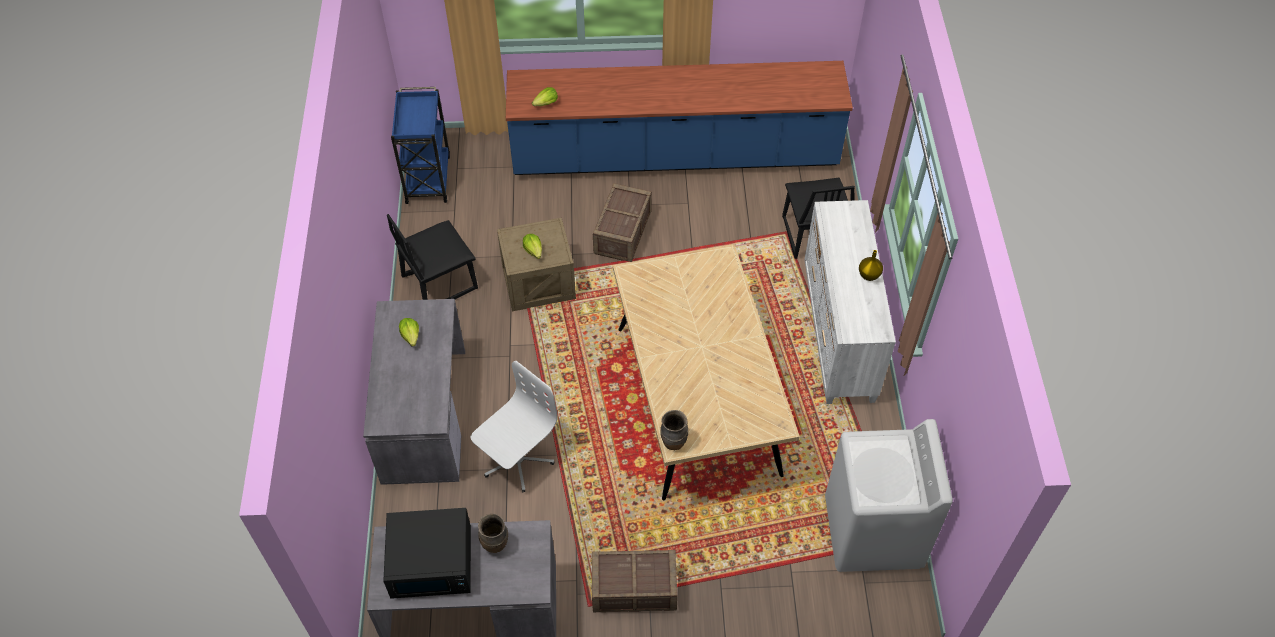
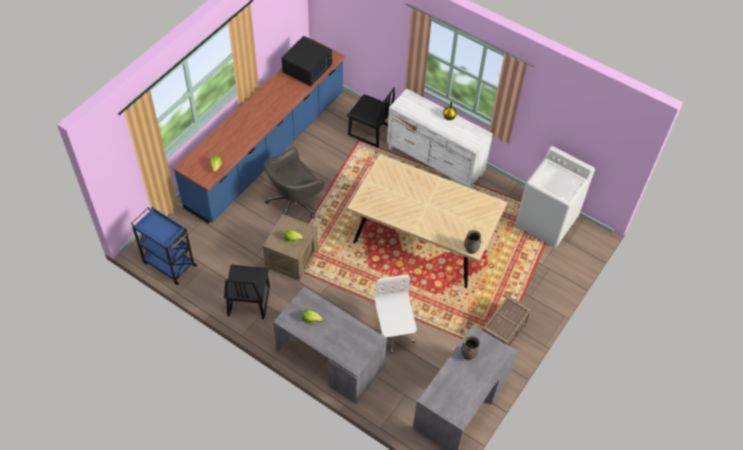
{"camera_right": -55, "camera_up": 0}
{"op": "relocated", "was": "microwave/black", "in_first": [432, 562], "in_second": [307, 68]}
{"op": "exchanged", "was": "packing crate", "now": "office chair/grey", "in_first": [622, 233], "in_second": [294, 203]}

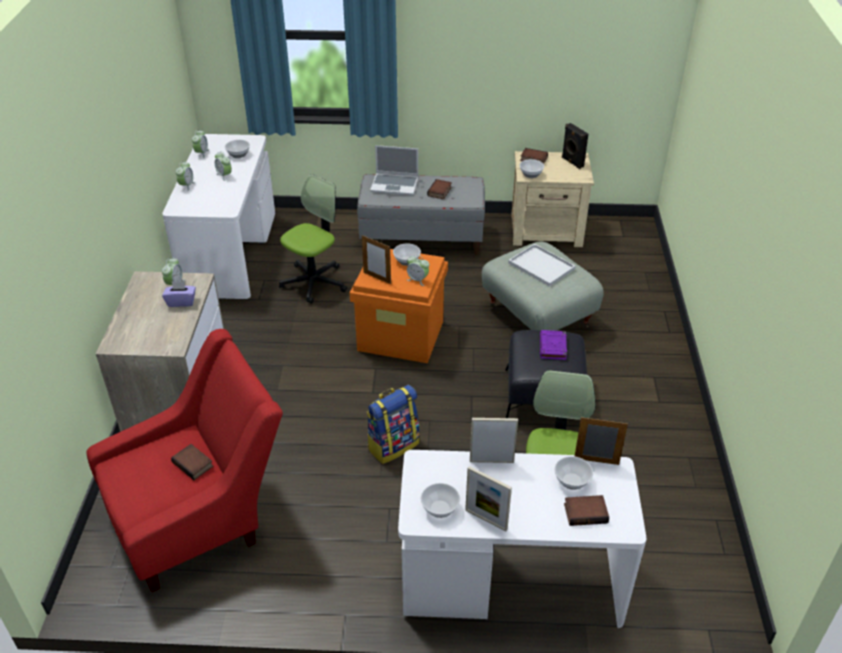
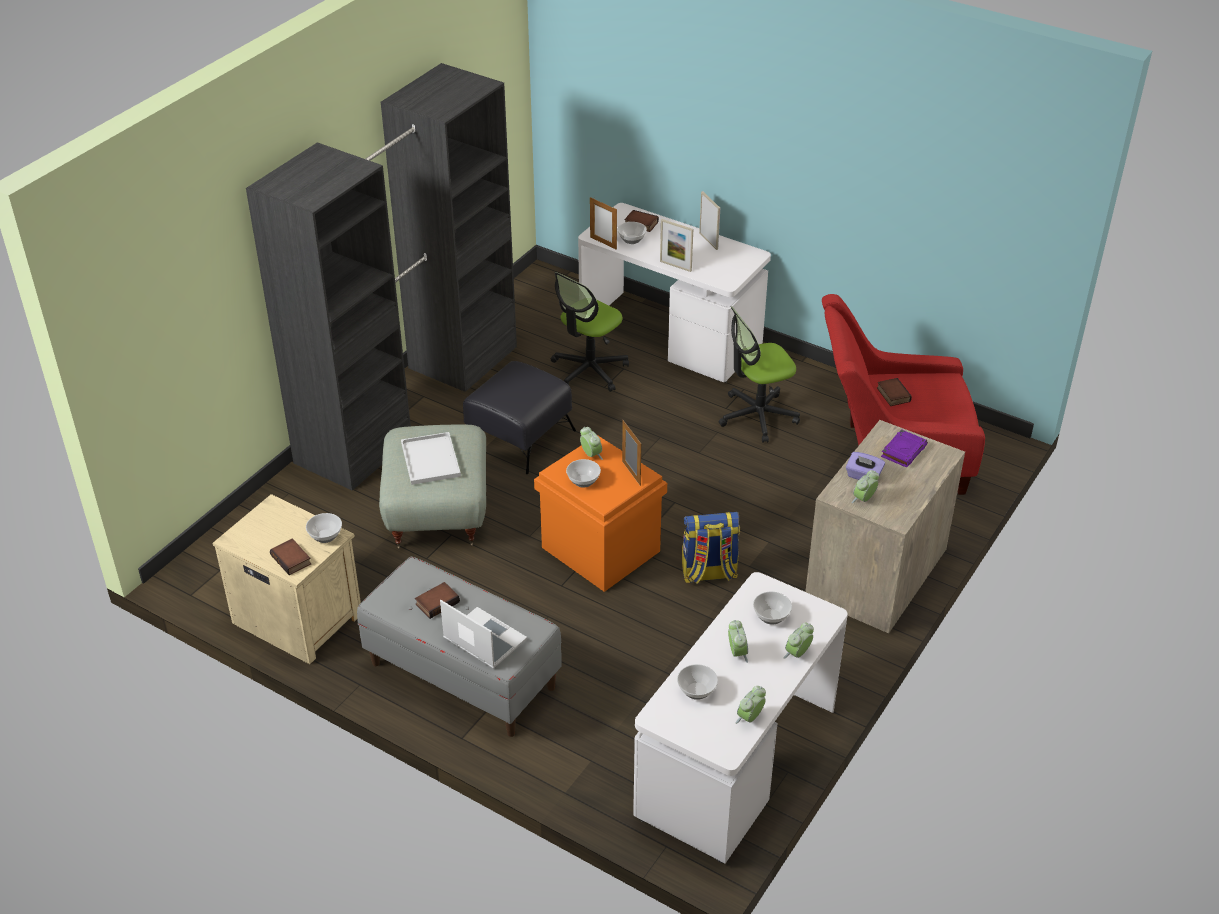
{"camera_right": -150, "camera_up": 0}
{"op": "relocated", "was": "office chair", "in_first": [314, 282], "in_second": [757, 416]}
{"op": "relocated", "was": "backpack", "in_first": [393, 445], "in_second": [708, 573]}
{"op": "relocated", "was": "serving bowl", "in_first": [439, 509], "in_second": [772, 616]}
{"op": "relocated", "was": "bound book/purple", "in_first": [553, 347], "in_second": [903, 451]}
{"op": "missing", "was": "speaker/black", "in_first": [572, 162]}
{"op": "appeared", "now": "wardrobe/black", "in_second": [411, 401]}

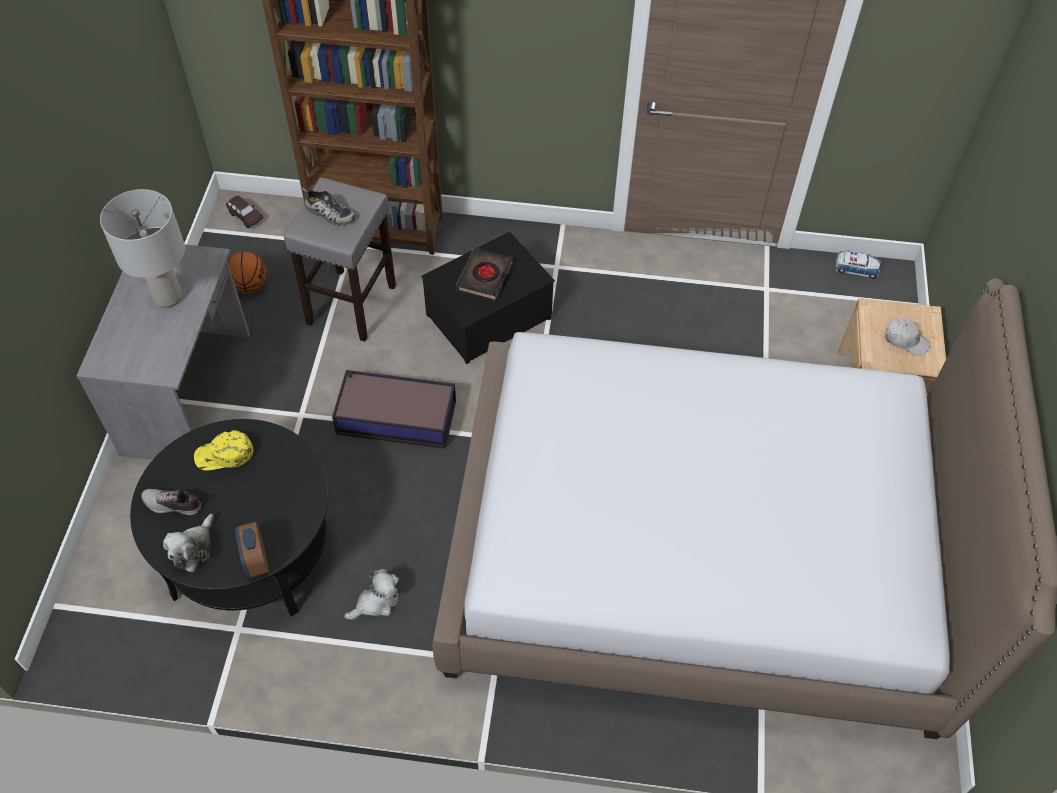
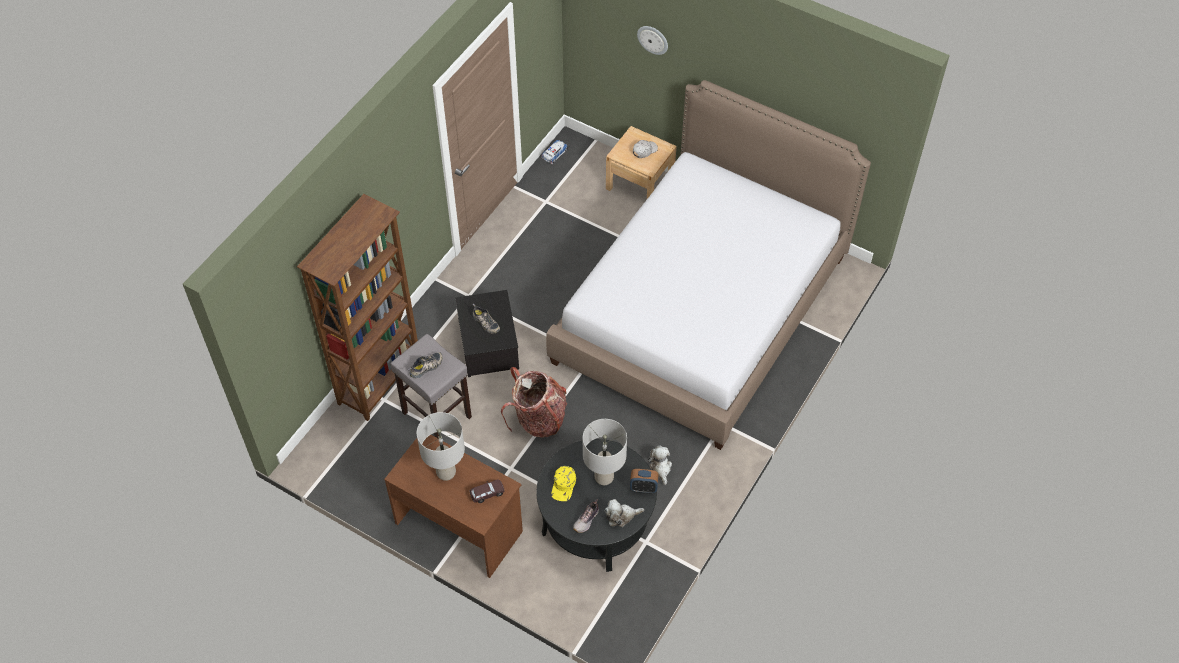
{"camera_right": -65, "camera_up": 0}
{"op": "colour", "was": "desk table/grey", "now": "desk table/brownish", "in_first": [189, 392], "in_second": [459, 526]}
{"op": "spun", "was": "soft toy", "in_first": [194, 549], "in_second": [621, 516], "clockwise": 120}
{"op": "relocated", "was": "model car/brownish", "in_first": [245, 216], "in_second": [487, 493]}
{"op": "missing", "was": "ball for basketball", "in_first": [249, 286]}
{"op": "exchanged", "was": "storage bin", "now": "backpack", "in_first": [395, 416], "in_second": [538, 419]}
{"op": "exchanged", "was": "bound book/black", "now": "item of footwear", "in_first": [485, 277], "in_second": [485, 322]}
{"op": "appeared", "now": "lamp for a table/grey", "in_second": [604, 477]}
{"op": "appeared", "now": "clock on the wall", "in_second": [653, 39]}

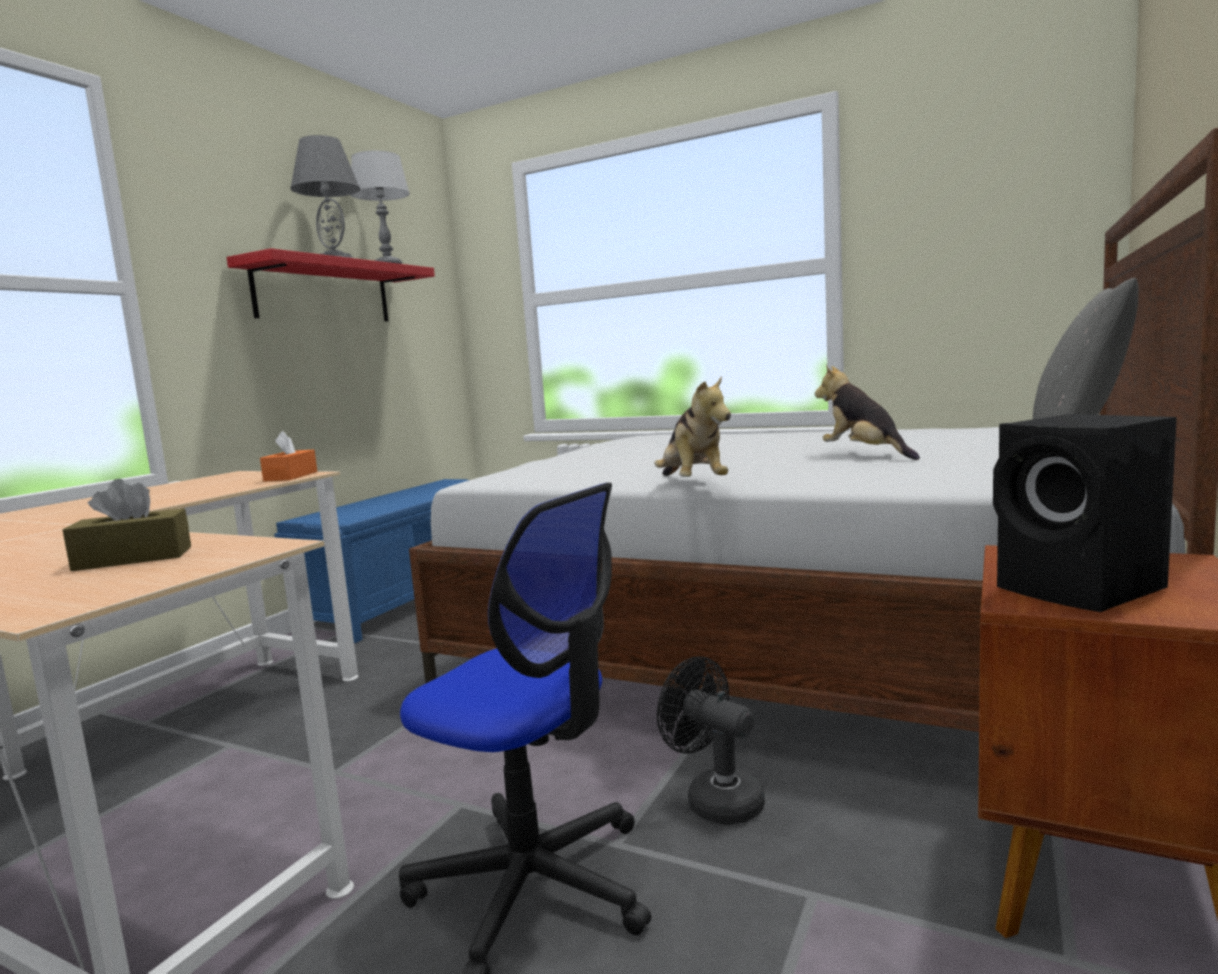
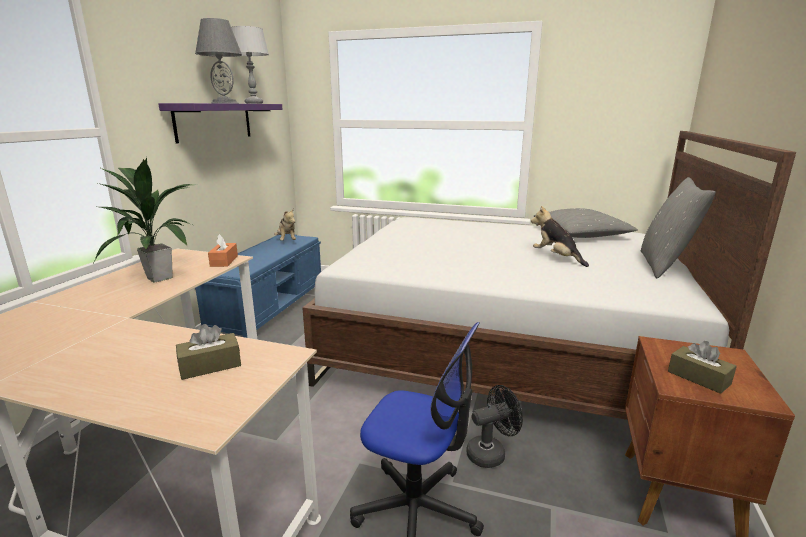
{"camera_right": -10, "camera_up": 10}
{"op": "colour", "was": "shelf/red-coloured", "now": "shelf/purple", "in_first": [323, 293], "in_second": [214, 121]}
{"op": "relocated", "was": "soft toy", "in_first": [692, 484], "in_second": [287, 241]}
{"op": "spun", "was": "cooling fan/black", "in_first": [715, 799], "in_second": [491, 453], "clockwise": 120}
{"op": "exchanged", "was": "speaker/black", "now": "box of tissues/brownish", "in_first": [1084, 590], "in_second": [698, 378]}
{"op": "appeared", "now": "plant in a pot", "in_second": [159, 277]}
{"op": "appeared", "now": "throw pillow/grey", "in_second": [581, 234]}

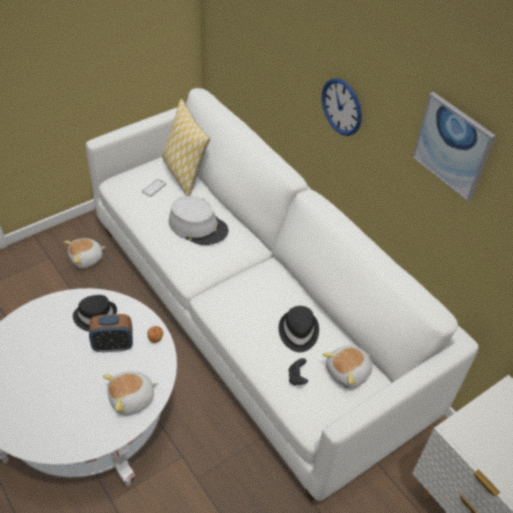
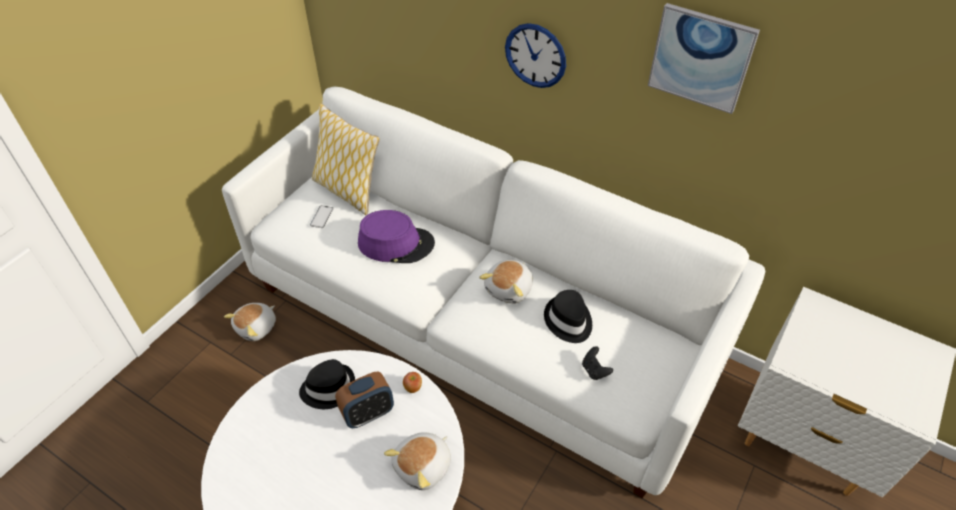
{"camera_right": -20, "camera_up": 0}
{"op": "colour", "was": "clothing hat/grey", "now": "clothing hat/purple", "in_first": [198, 226], "in_second": [396, 243]}
{"op": "relocated", "was": "soft toy", "in_first": [348, 373], "in_second": [510, 289]}

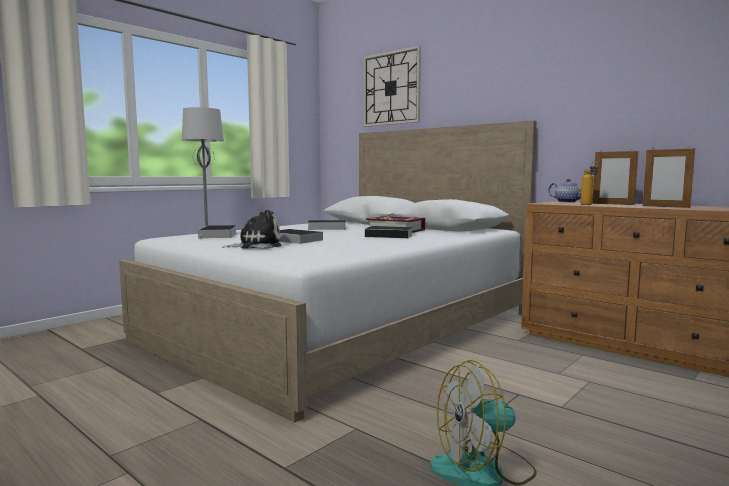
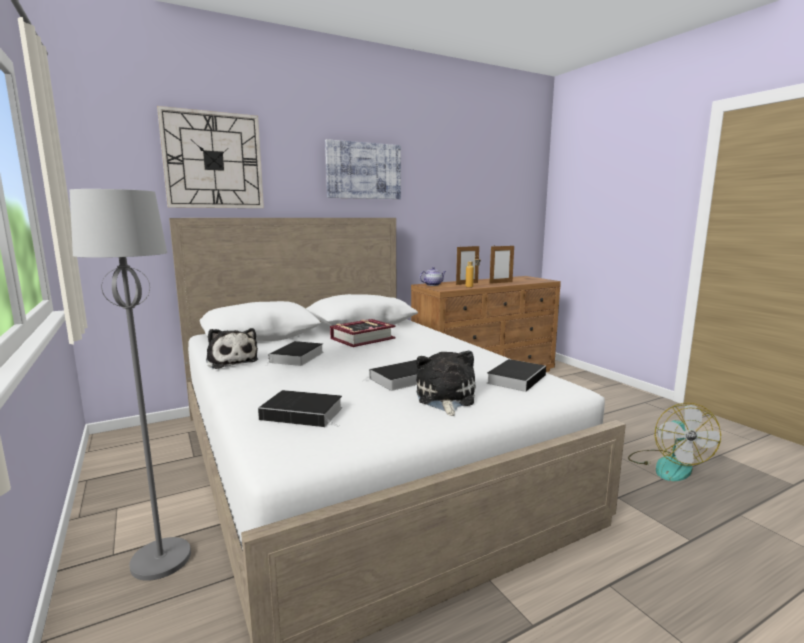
{"camera_right": -70, "camera_up": 5}
{"op": "relocated", "was": "bound book", "in_first": [391, 236], "in_second": [516, 378]}
{"op": "appeared", "now": "soft toy", "in_second": [231, 361]}
{"op": "appeared", "now": "wall picture", "in_second": [363, 171]}

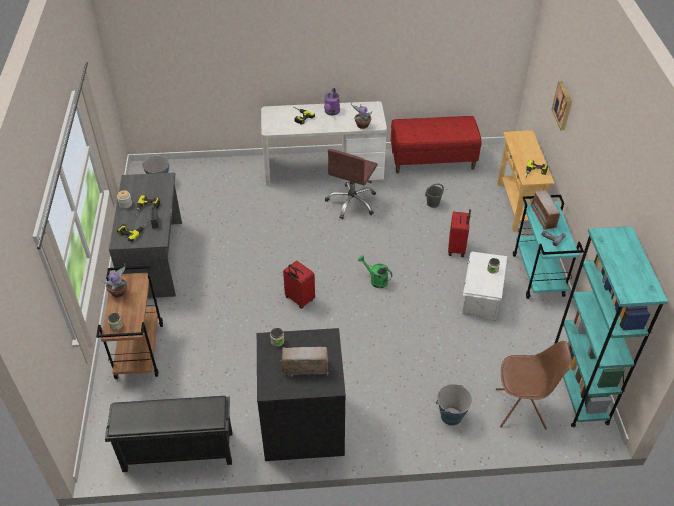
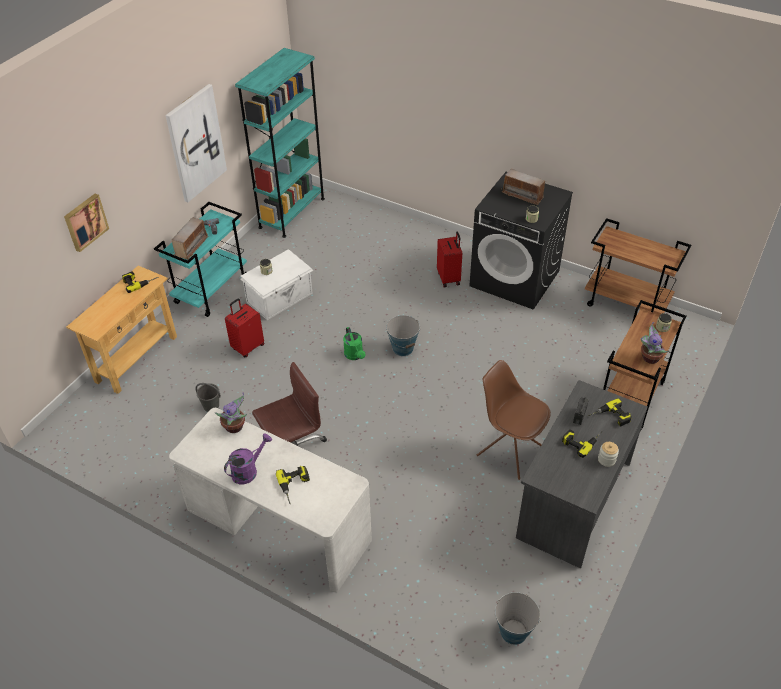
{"camera_right": -145, "camera_up": 0}
{"op": "exchanged", "was": "shoe shelf/black", "now": "wheeled cart/brownish", "in_first": [177, 452], "in_second": [626, 304]}
{"op": "relocated", "was": "suitcase/red-coloured", "in_first": [299, 299], "in_second": [449, 278]}
{"op": "missing", "was": "bench/red-coloured", "in_first": [432, 160]}
{"op": "relocated", "was": "bucket", "in_first": [451, 416], "in_second": [403, 348]}
{"op": "relocated", "was": "upright chair/brownish", "in_first": [522, 409], "in_second": [509, 450]}
{"op": "appeared", "now": "wall picture", "in_second": [195, 143]}

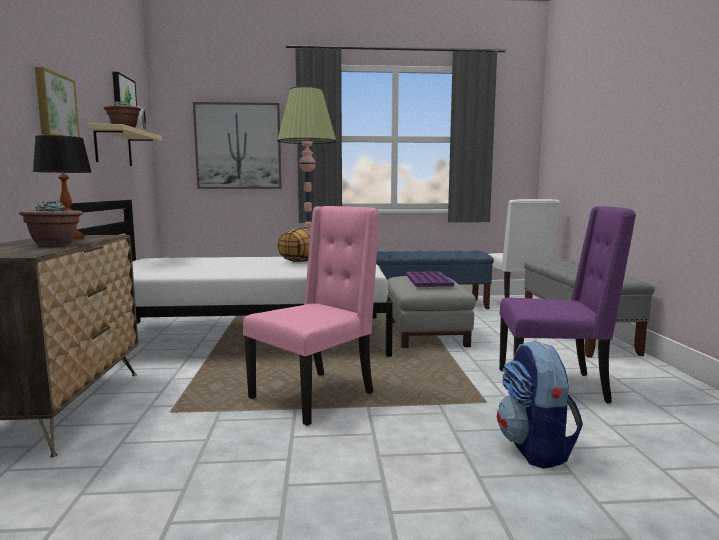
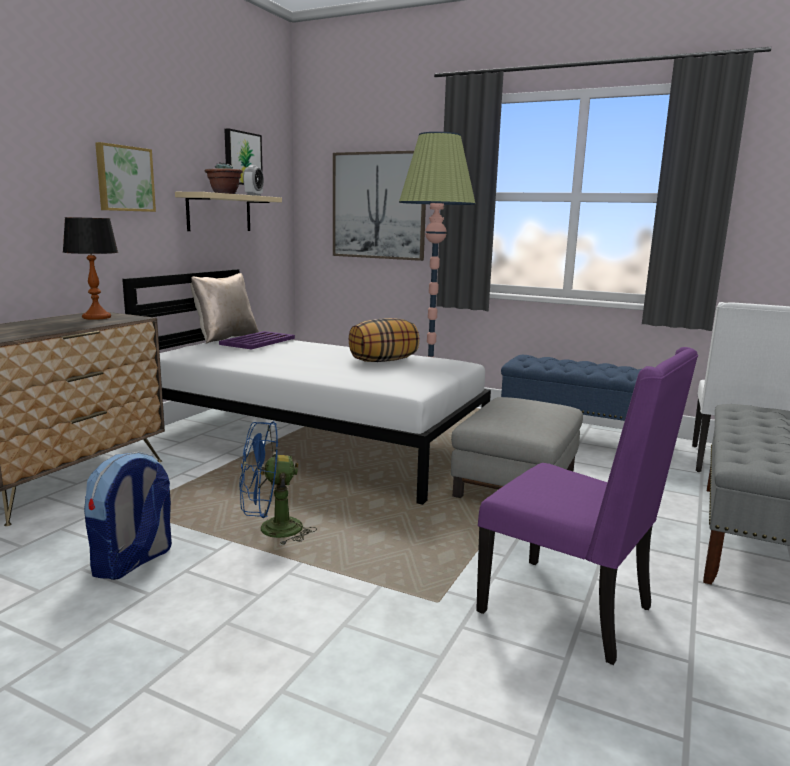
{"camera_right": 30, "camera_up": 5}
{"op": "missing", "was": "plant in a pot", "in_first": [54, 244]}
{"op": "exchanged", "was": "upright chair/pink", "now": "cooling fan/bluish", "in_first": [315, 395], "in_second": [271, 531]}
{"op": "relocated", "was": "tray/purple", "in_first": [428, 280], "in_second": [257, 341]}
{"op": "relocated", "was": "backpack", "in_first": [535, 449], "in_second": [133, 562]}
{"op": "appeared", "now": "throw pillow/beige", "in_second": [225, 337]}

